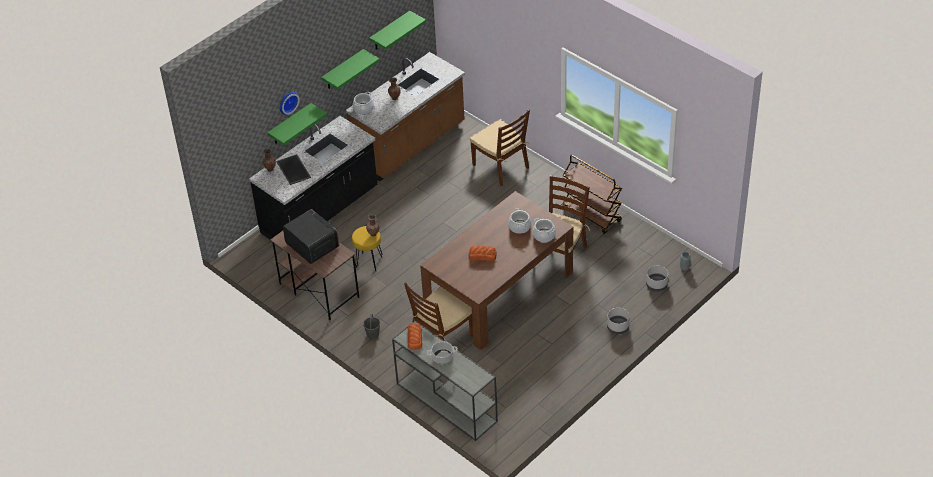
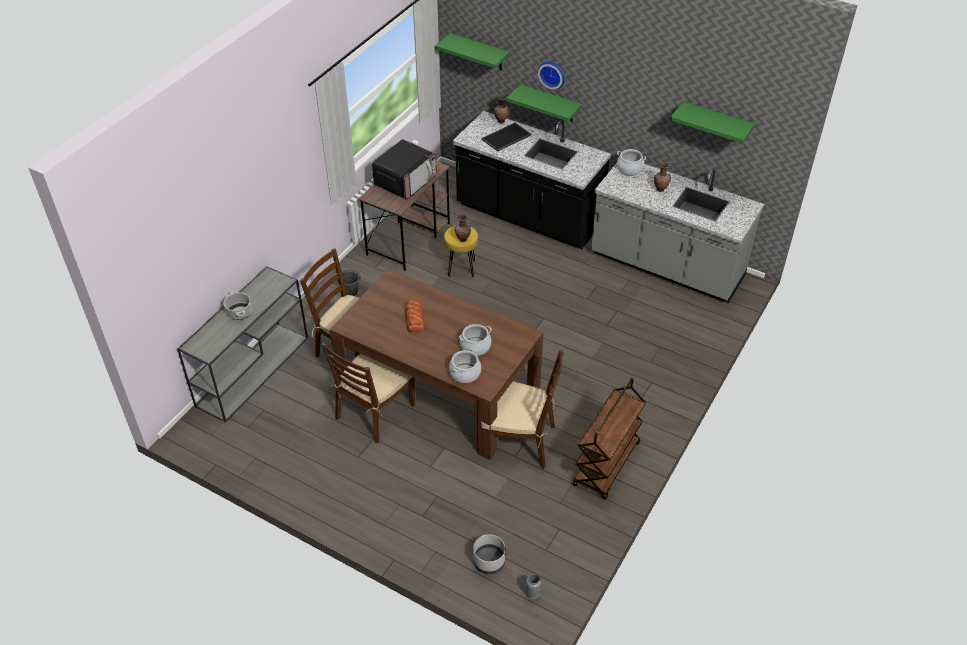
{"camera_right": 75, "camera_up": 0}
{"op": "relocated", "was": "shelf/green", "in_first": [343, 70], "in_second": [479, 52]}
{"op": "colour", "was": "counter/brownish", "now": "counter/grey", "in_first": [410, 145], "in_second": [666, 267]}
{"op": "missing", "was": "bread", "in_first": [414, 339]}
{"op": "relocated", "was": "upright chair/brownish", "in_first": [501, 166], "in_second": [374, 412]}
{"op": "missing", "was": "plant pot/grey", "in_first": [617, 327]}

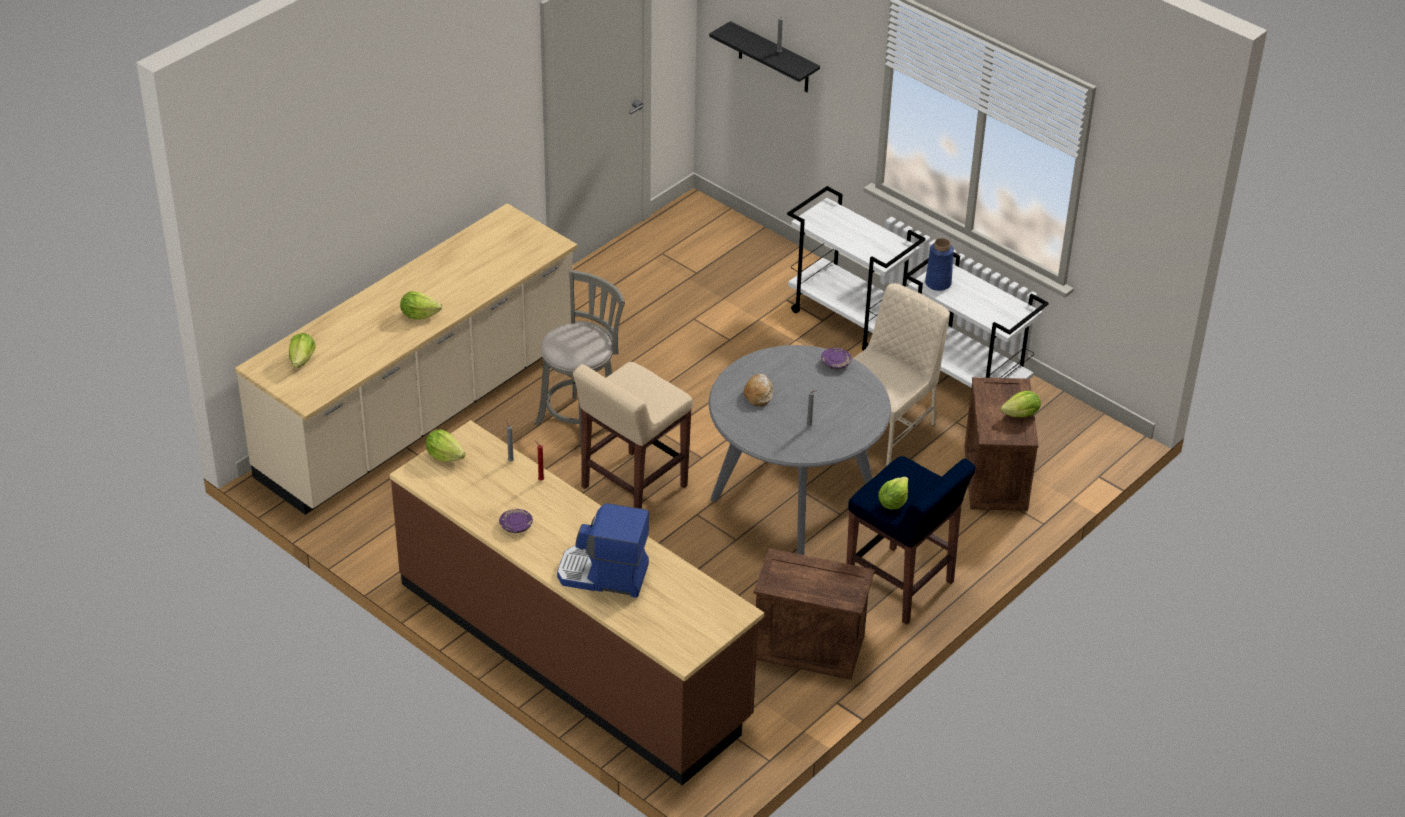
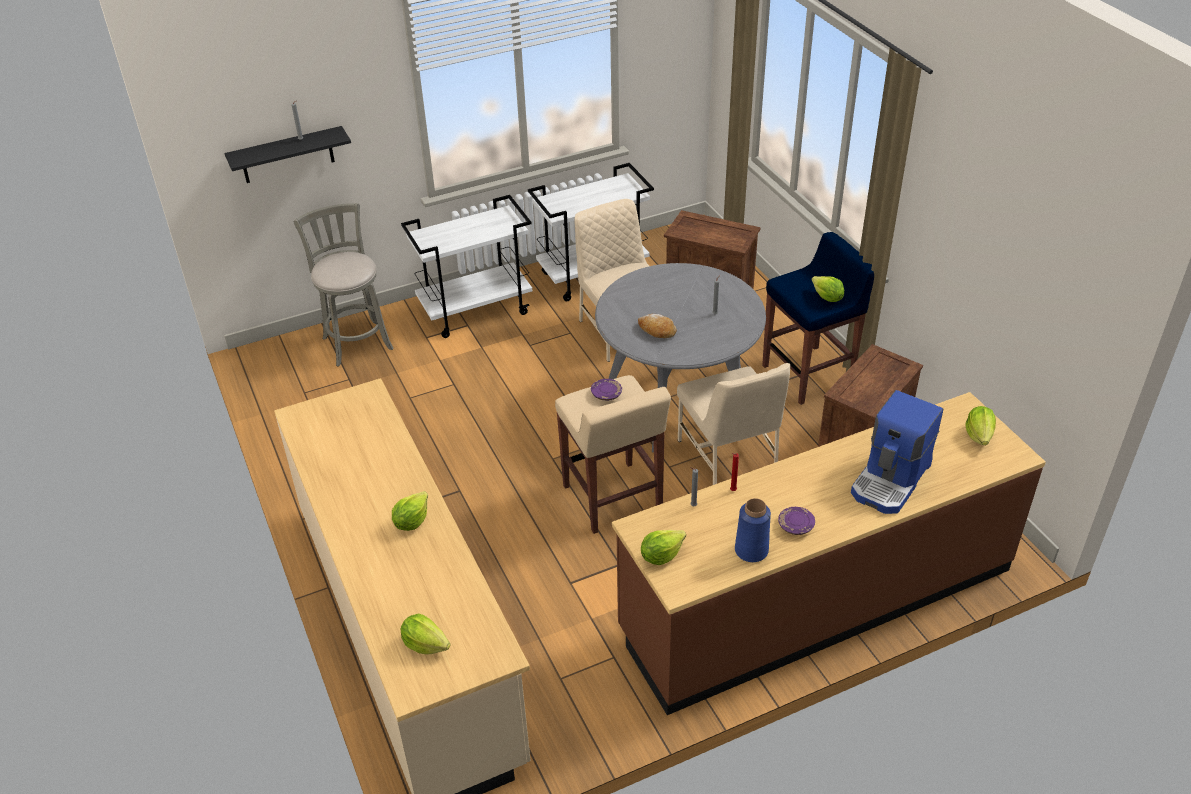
{"camera_right": -65, "camera_up": 0}
{"op": "relocated", "was": "stool/grey", "in_first": [581, 422], "in_second": [356, 341]}
{"op": "relocated", "was": "flat dish/purple", "in_first": [836, 363], "in_second": [606, 394]}
{"op": "relocated", "was": "flower vase/bluish", "in_first": [938, 283], "in_second": [751, 550]}
{"op": "relocated", "was": "lettuce head", "in_first": [1021, 414], "in_second": [979, 435]}
{"op": "appeared", "now": "upright chair/beige", "in_second": [729, 458]}

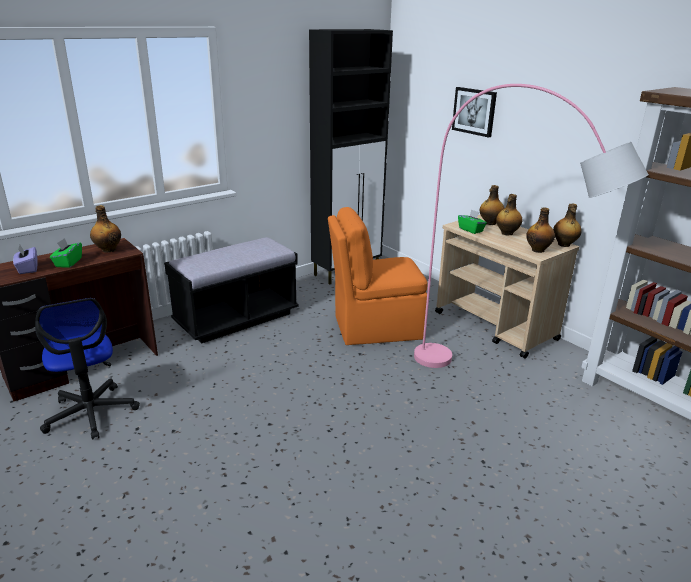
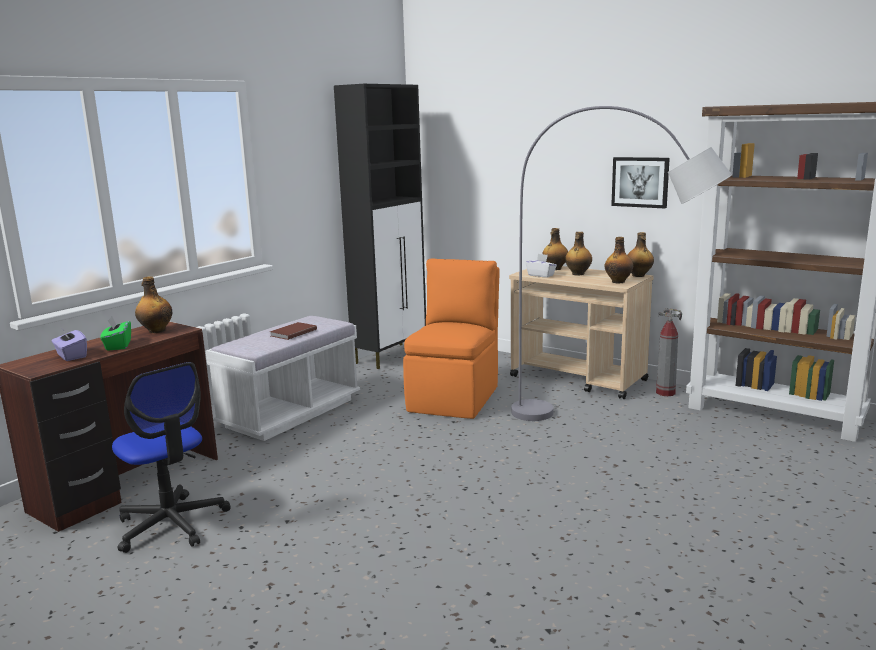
{"camera_right": -15, "camera_up": -10}
{"op": "colour", "was": "bench/black", "now": "bench/whitish", "in_first": [236, 319], "in_second": [291, 413]}
{"op": "spun", "was": "upright chair/orangey", "in_first": [375, 328], "in_second": [455, 398], "clockwise": 135}
{"op": "colour", "was": "standing lamp/pink", "now": "standing lamp/grey", "in_first": [499, 383], "in_second": [612, 422]}
{"op": "relocated", "was": "wall picture", "in_first": [474, 111], "in_second": [640, 182]}
{"op": "colour", "was": "box of tissues/green", "now": "box of tissues/whitish", "in_first": [471, 230], "in_second": [541, 275]}
{"op": "appeared", "now": "bound book/brownish", "in_second": [292, 333]}
{"op": "appeared", "now": "fire-fighting cylinder", "in_second": [665, 393]}

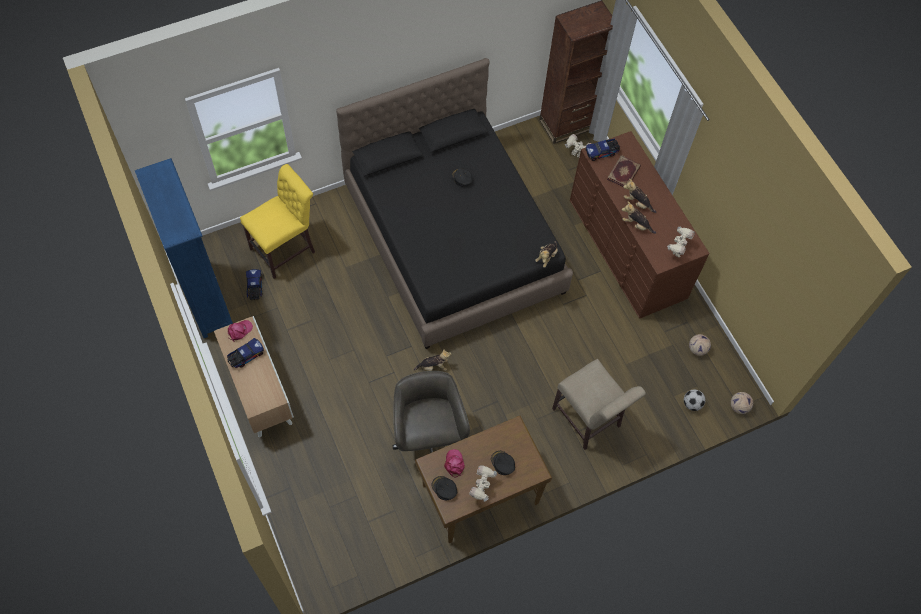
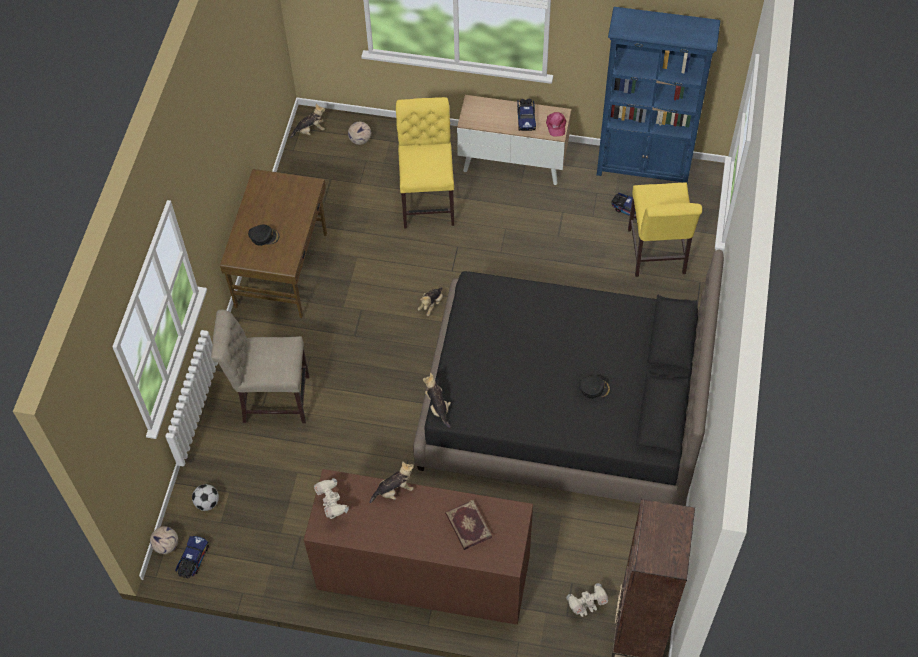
{"camera_right": 130, "camera_up": -5}
{"op": "missing", "was": "office chair/grey", "in_first": [428, 435]}
{"op": "missing", "was": "cap/black", "in_first": [444, 488]}
{"op": "missing", "was": "cap/pink", "in_first": [454, 464]}
{"op": "missing", "was": "toy robot", "in_first": [481, 489]}
{"op": "relocated", "was": "toy lorry", "in_first": [602, 152], "in_second": [193, 560]}
{"op": "relocated", "was": "soft toy", "in_first": [637, 203], "in_second": [310, 131]}
{"op": "relocated", "was": "football", "in_first": [697, 349], "in_second": [360, 140]}
{"op": "appeared", "now": "upright chair/yellow-coloured", "in_second": [428, 200]}

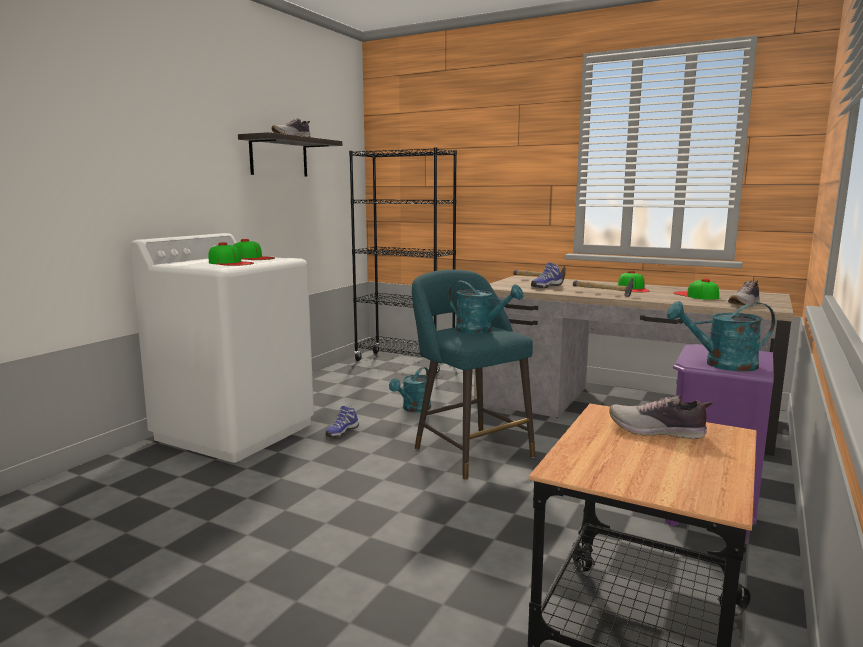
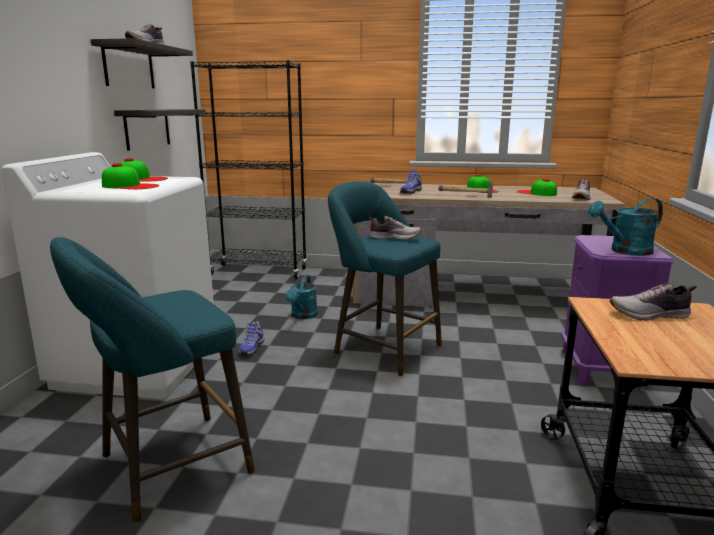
{"camera_right": -20, "camera_up": 5}
{"op": "exchanged", "was": "sprinkling can/turquoise", "now": "item of footwear", "in_first": [480, 330], "in_second": [394, 237]}
{"op": "appeared", "now": "stool/turquoise", "in_second": [167, 468]}
{"op": "appeared", "now": "shelf", "in_second": [147, 128]}

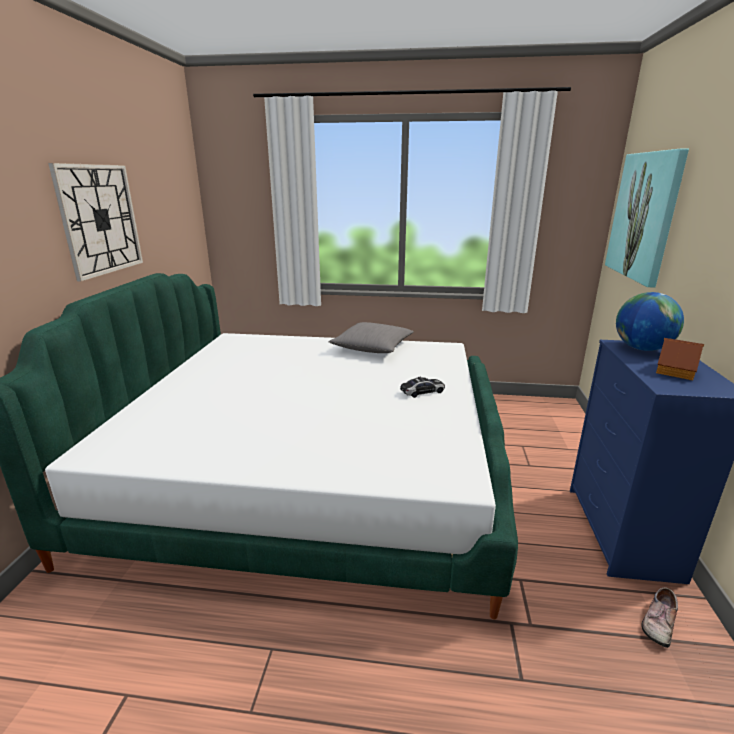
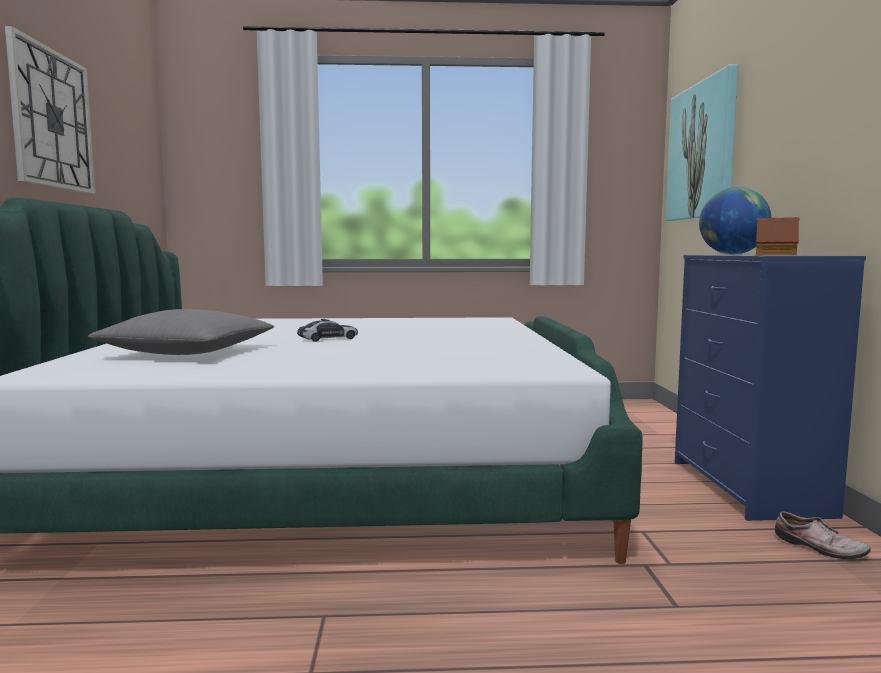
{"camera_right": -10, "camera_up": -15}
{"op": "relocated", "was": "throw pillow/grey", "in_first": [372, 347], "in_second": [189, 352]}
{"op": "relocated", "was": "model car", "in_first": [422, 392], "in_second": [328, 339]}
{"op": "spun", "was": "item of footwear", "in_first": [657, 622], "in_second": [819, 548], "clockwise": -75}

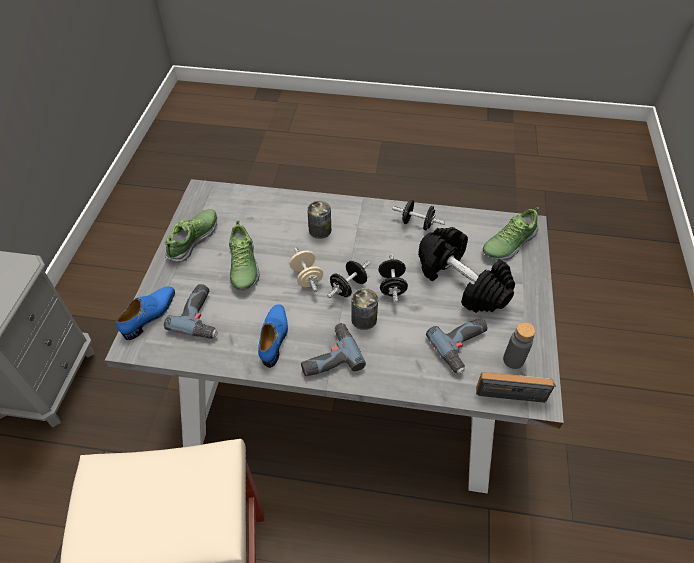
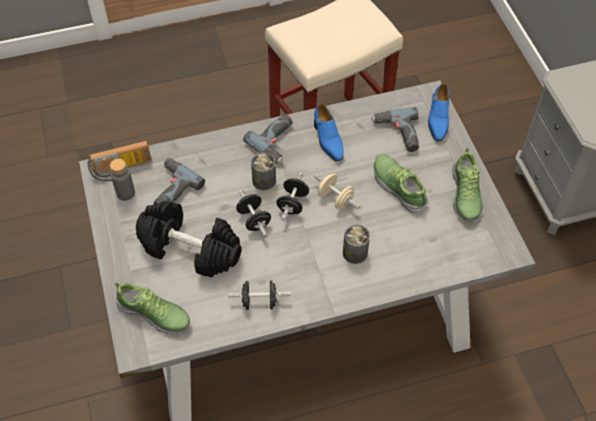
{"camera_right": 155, "camera_up": 5}
{"op": "spun", "was": "item of footwear", "in_first": [508, 243], "in_second": [154, 314], "clockwise": 90}

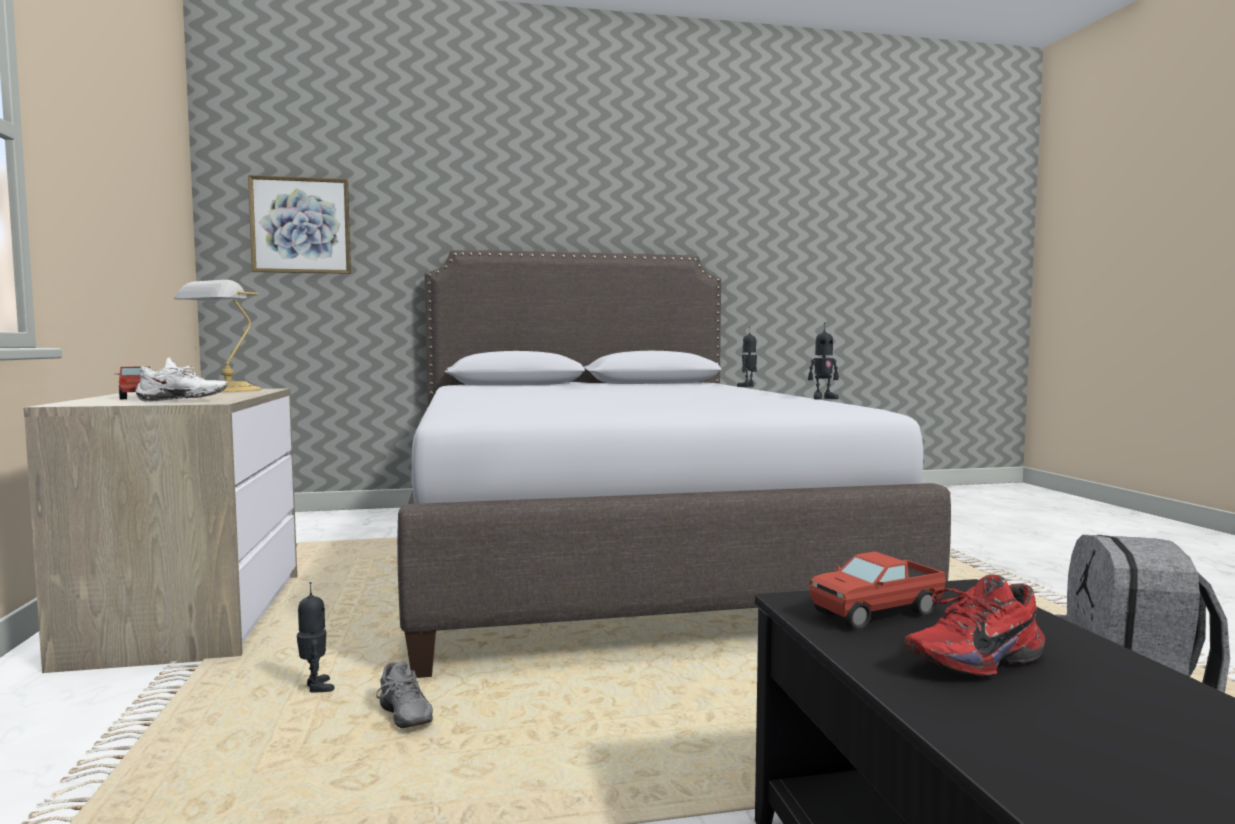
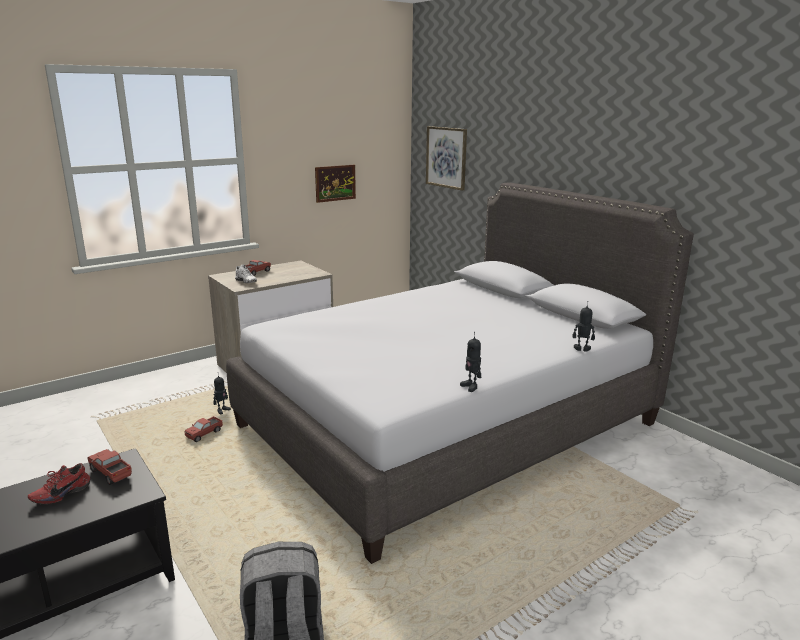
{"camera_right": 65, "camera_up": 15}
{"op": "missing", "was": "lamp for a table", "in_first": [225, 390]}
{"op": "exchanged", "was": "item of footwear/grey", "now": "toy lorry", "in_first": [401, 718], "in_second": [204, 434]}
{"op": "spun", "was": "item of footwear/red-coloured", "in_first": [971, 660], "in_second": [60, 494], "clockwise": -90}
{"op": "appeared", "now": "wall picture", "in_second": [335, 183]}

